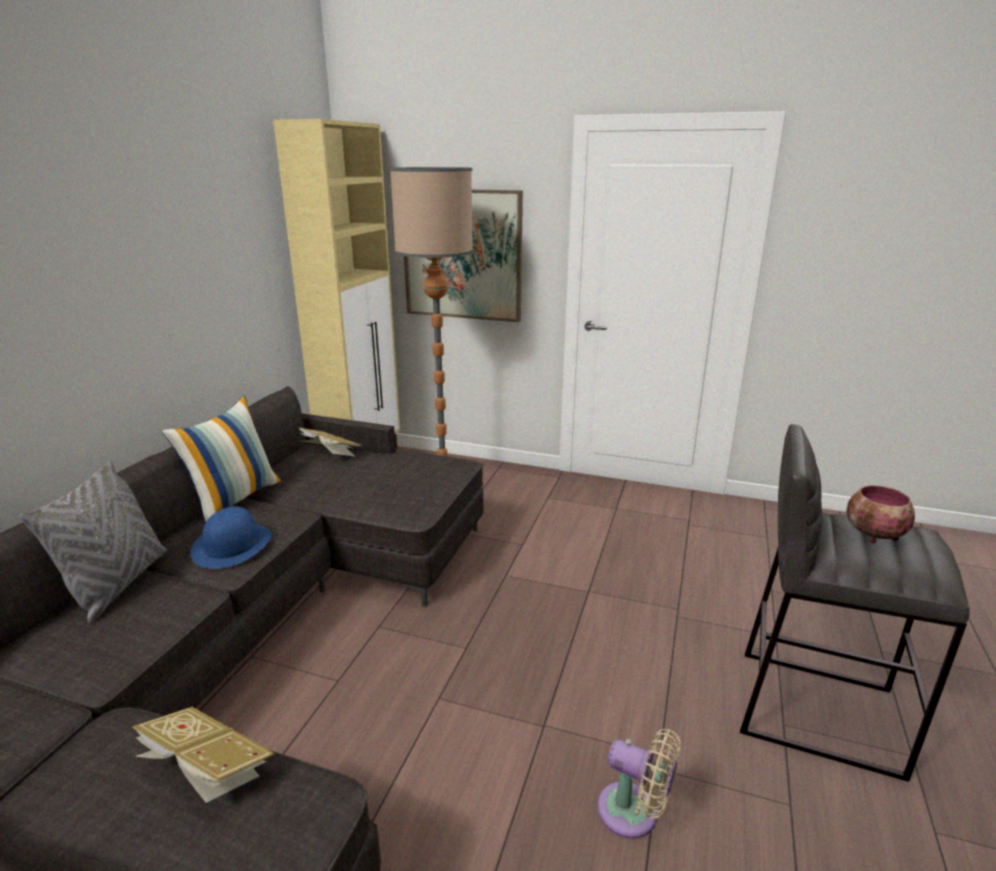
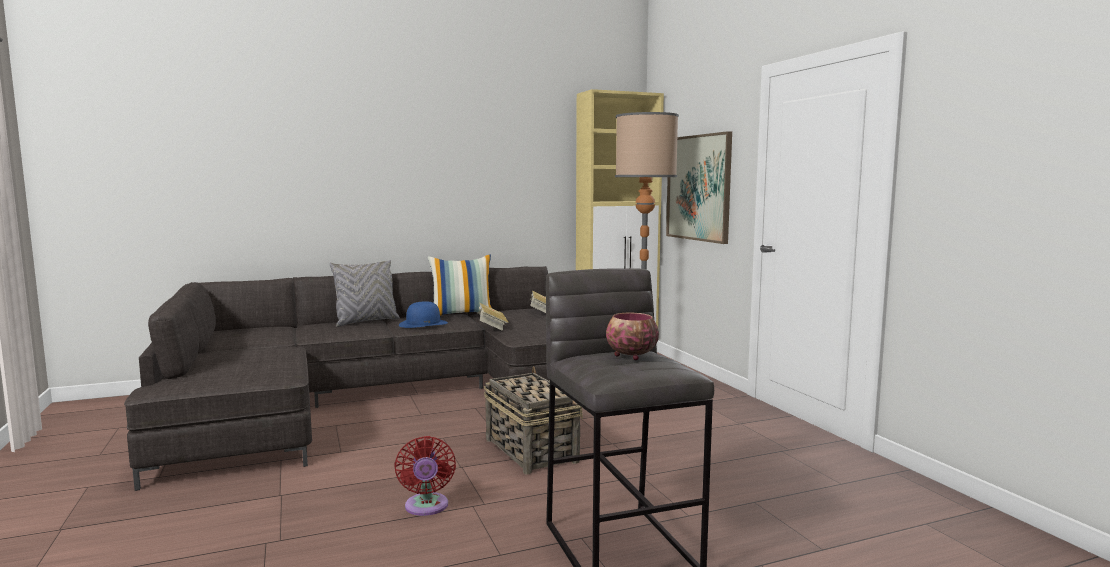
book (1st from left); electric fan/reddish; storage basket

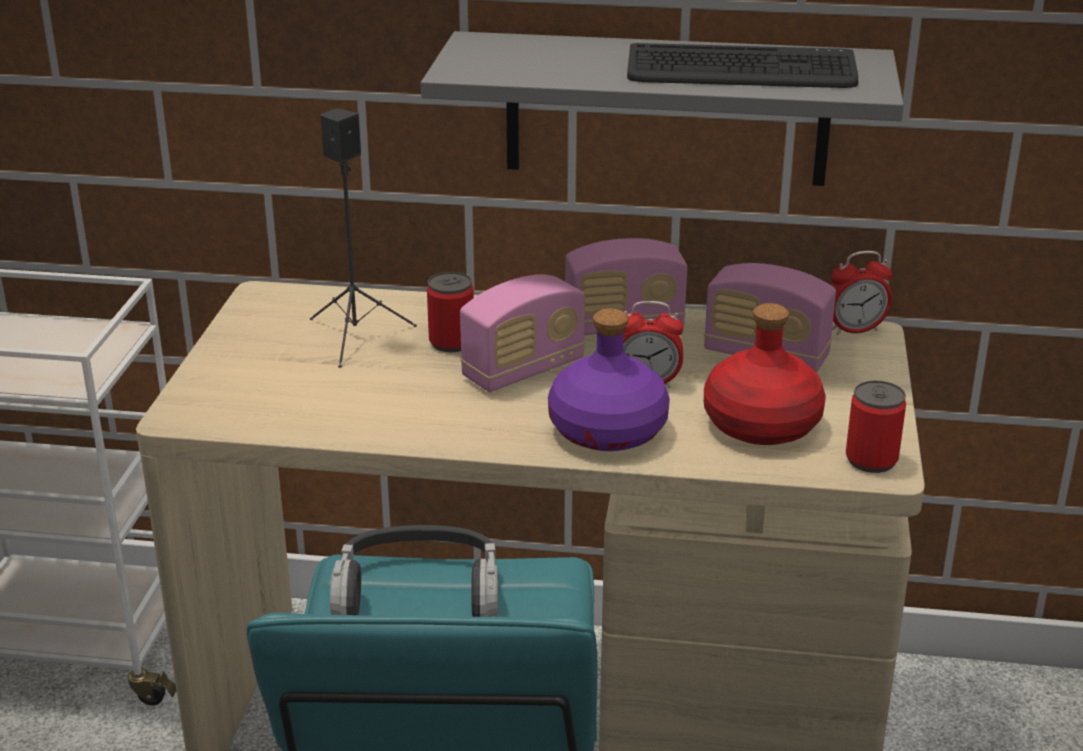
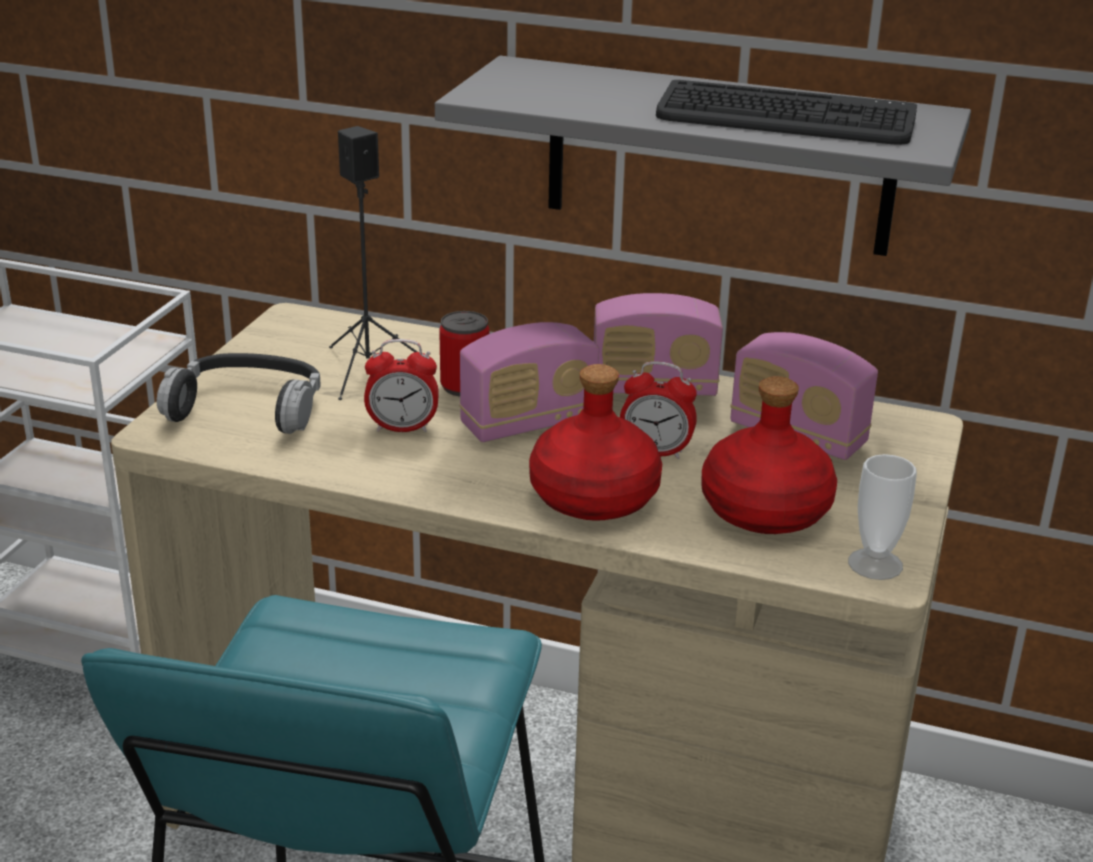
headphones; bottle/reddish (1st from left); table clock (1st from left); cup

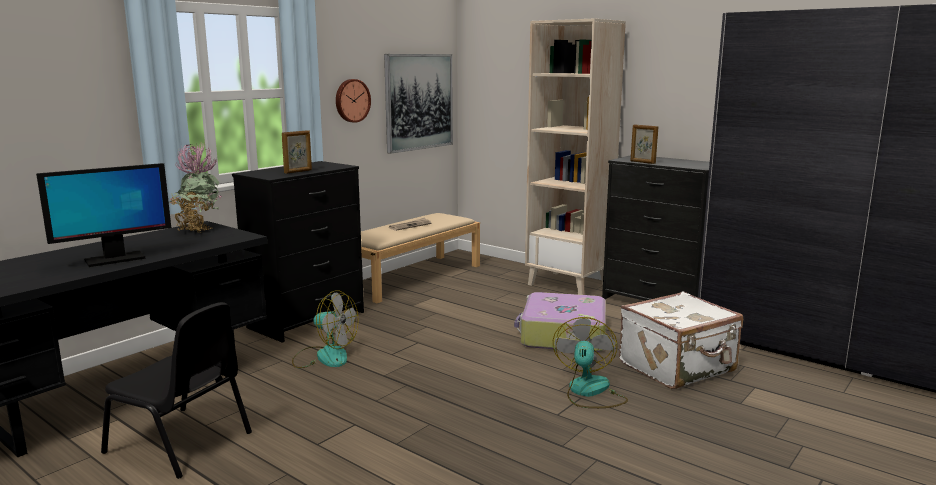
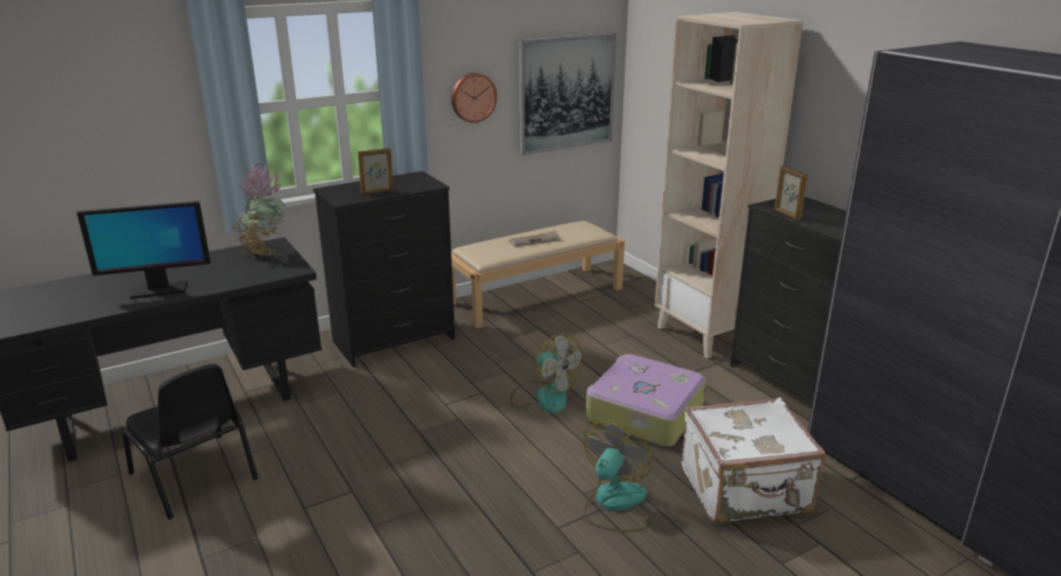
electric fan (1st from left)

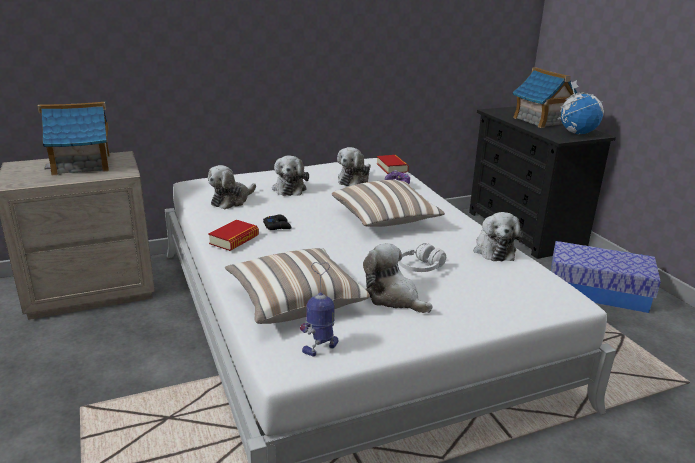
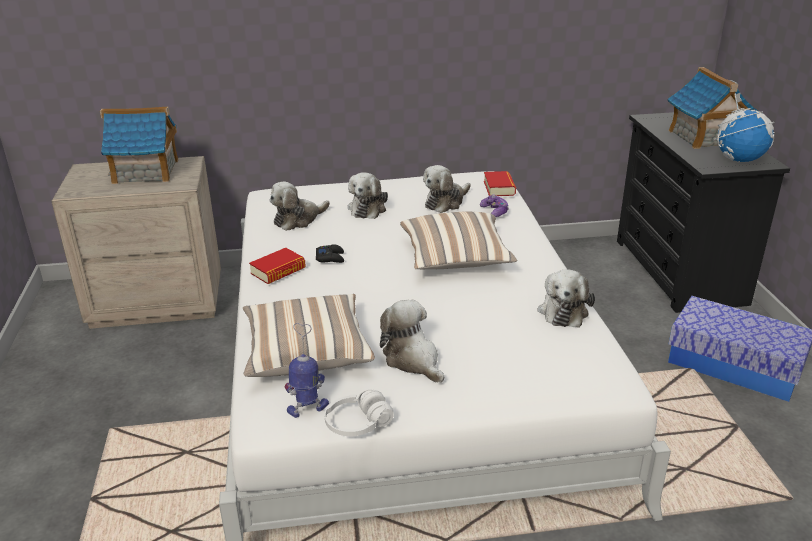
headphones/white

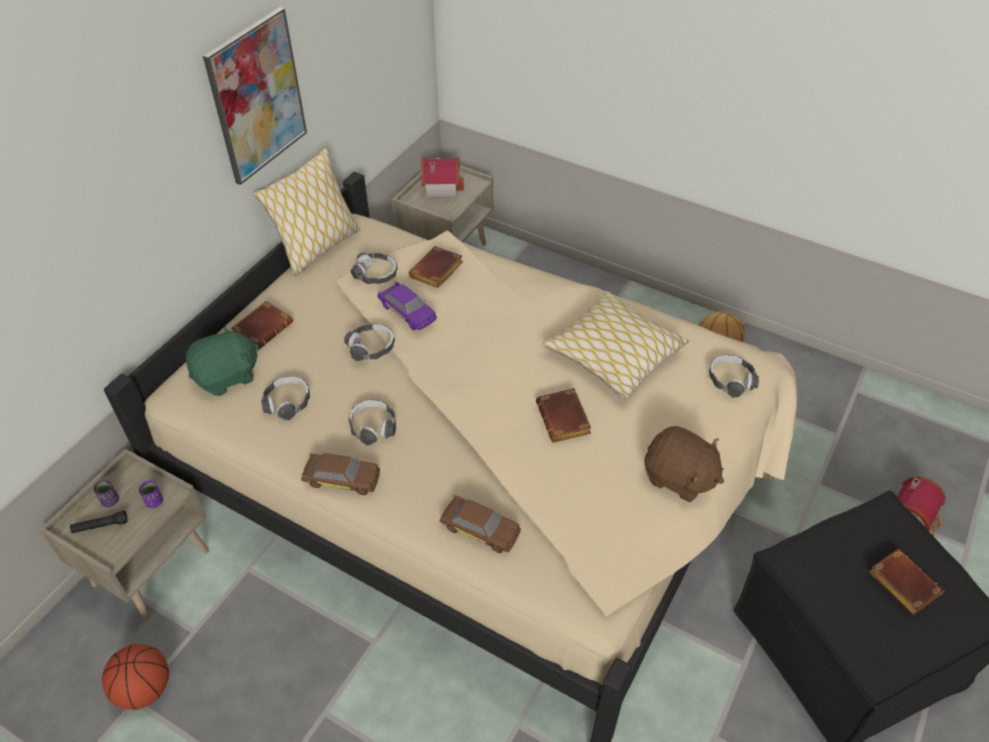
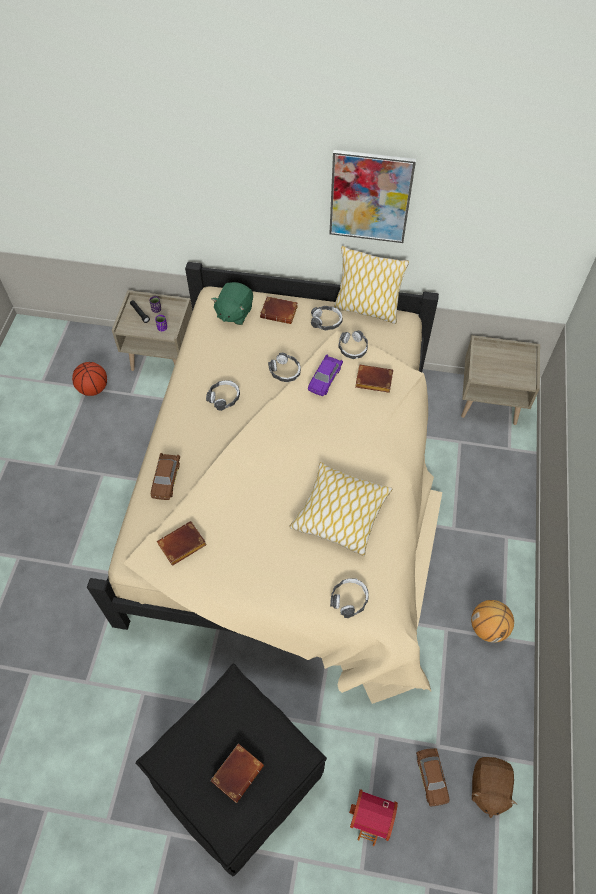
soft toy/greenish; headphones (3rd from left); miniature car/brown-coloured (2nd from left); miniature house (1st from left in the first image); book/brown-coloured (1st from left); soft toy/brown-coloured

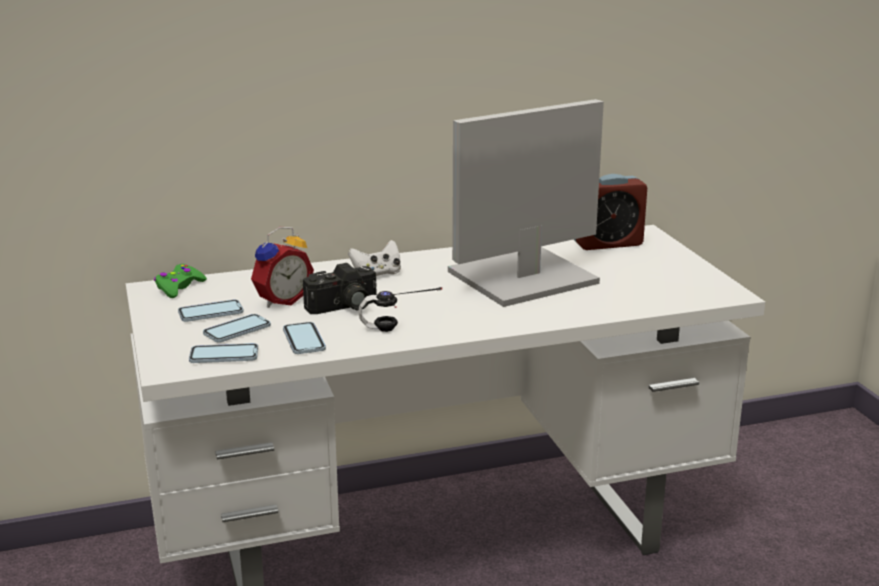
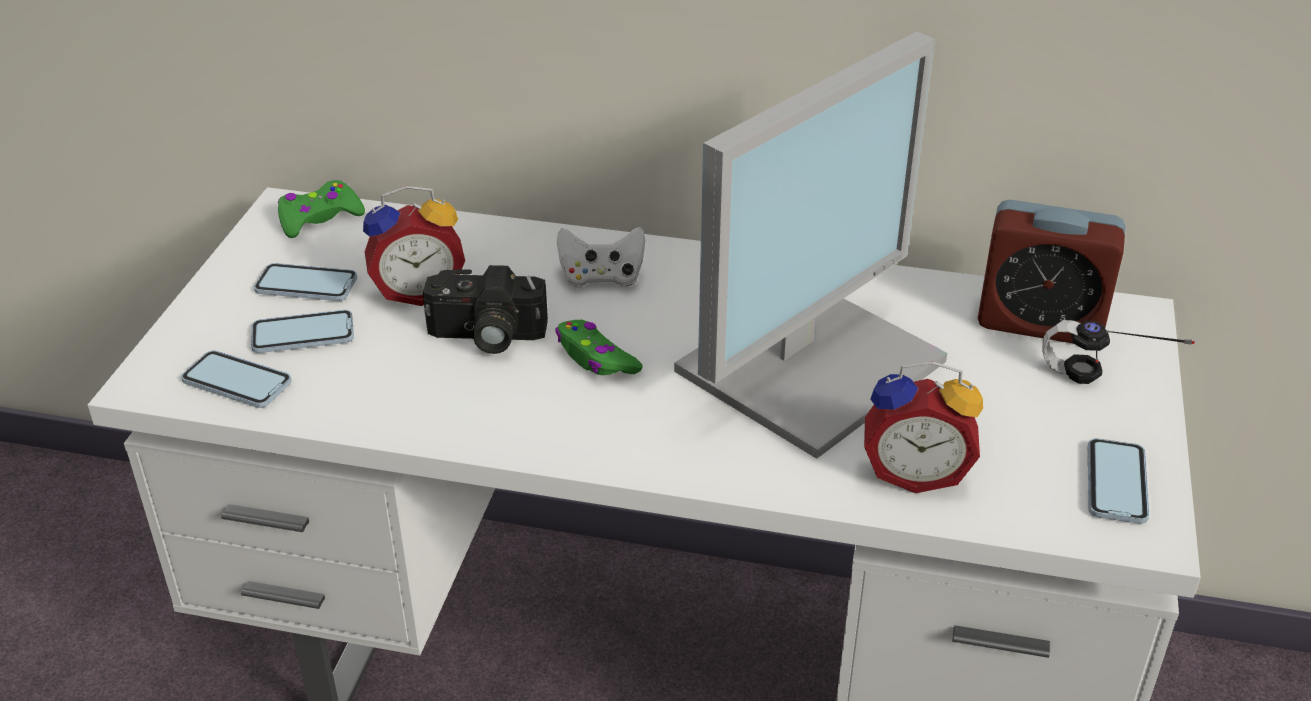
handset (4th from left); headphones; computer display; joypad/greenish (2nd from left); table clock (2nd from left)

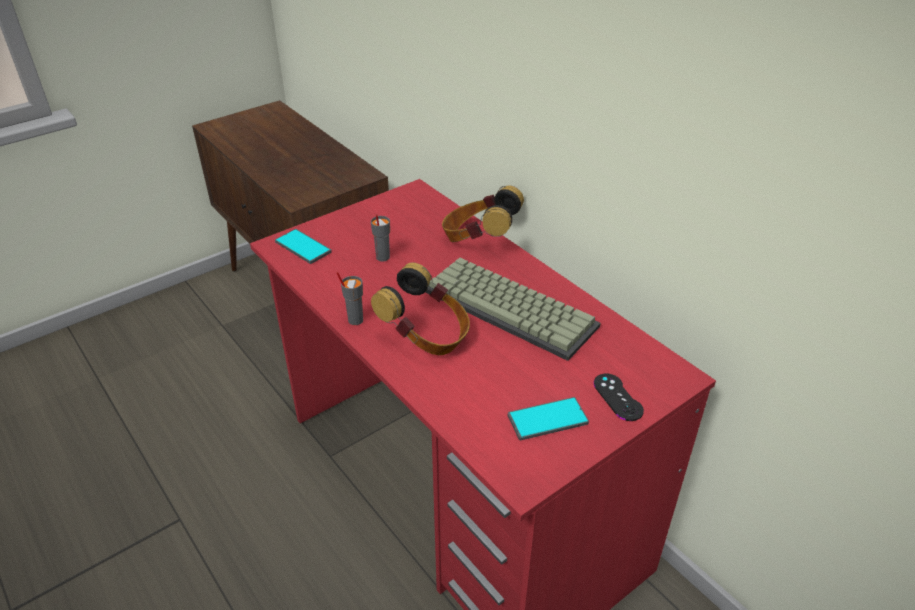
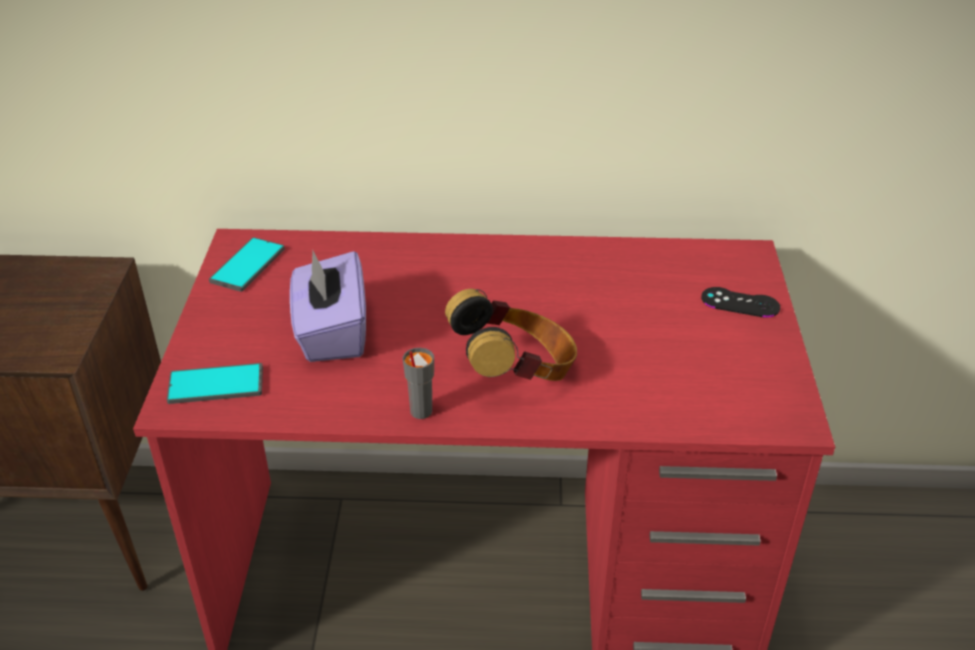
tissue box/purplish; keyboard; headphones (2nd from left in the first image); handset (2nd from left)

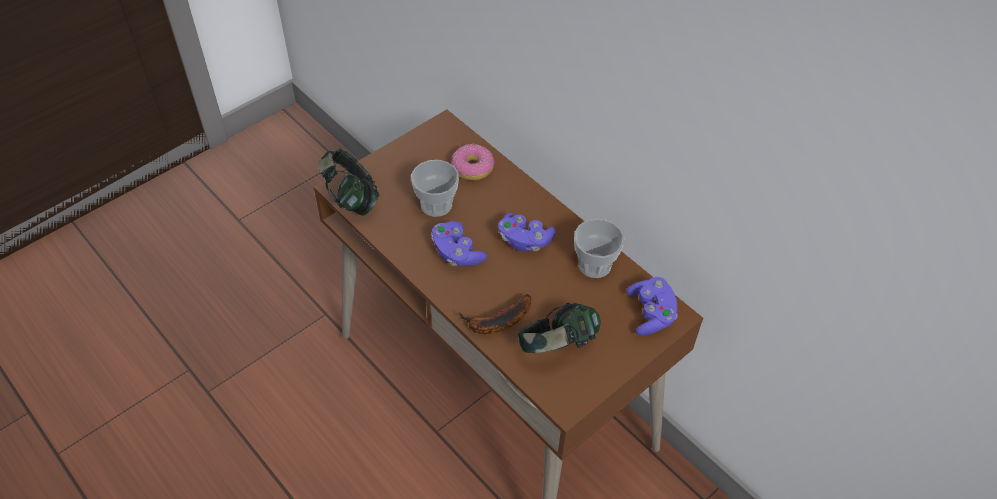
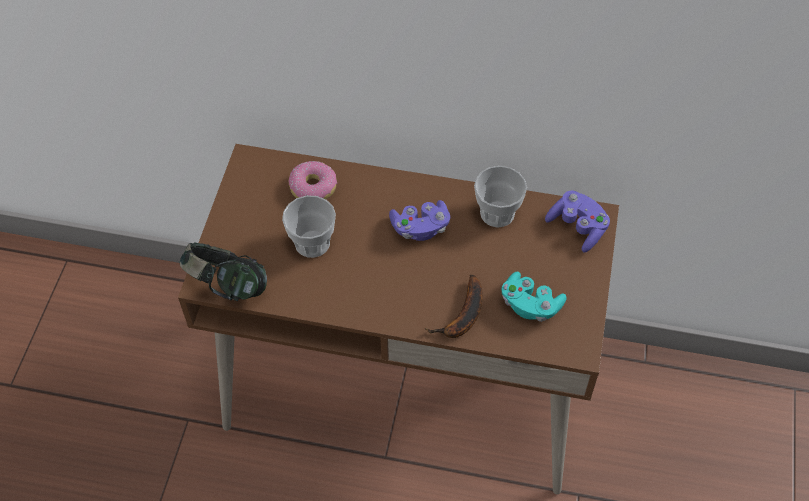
joypad/purplish (1st from left in the first image); joypad/turquoise-coloured

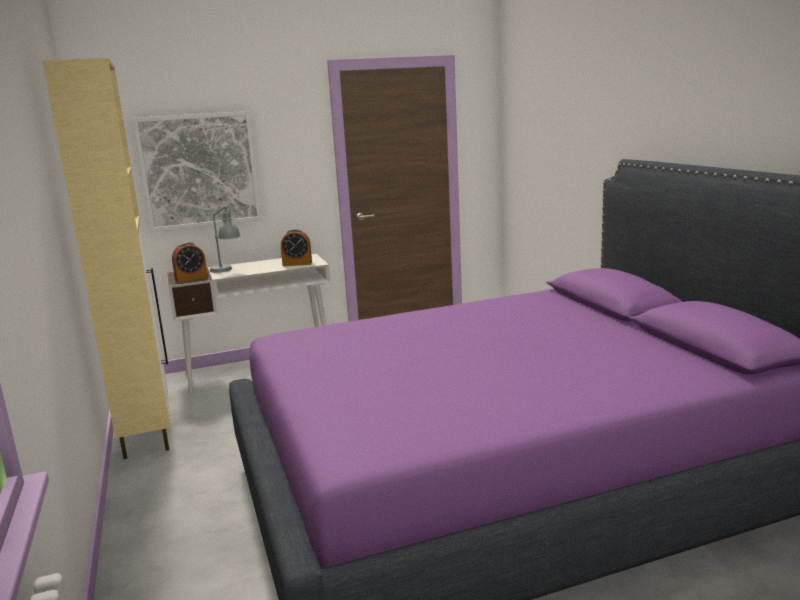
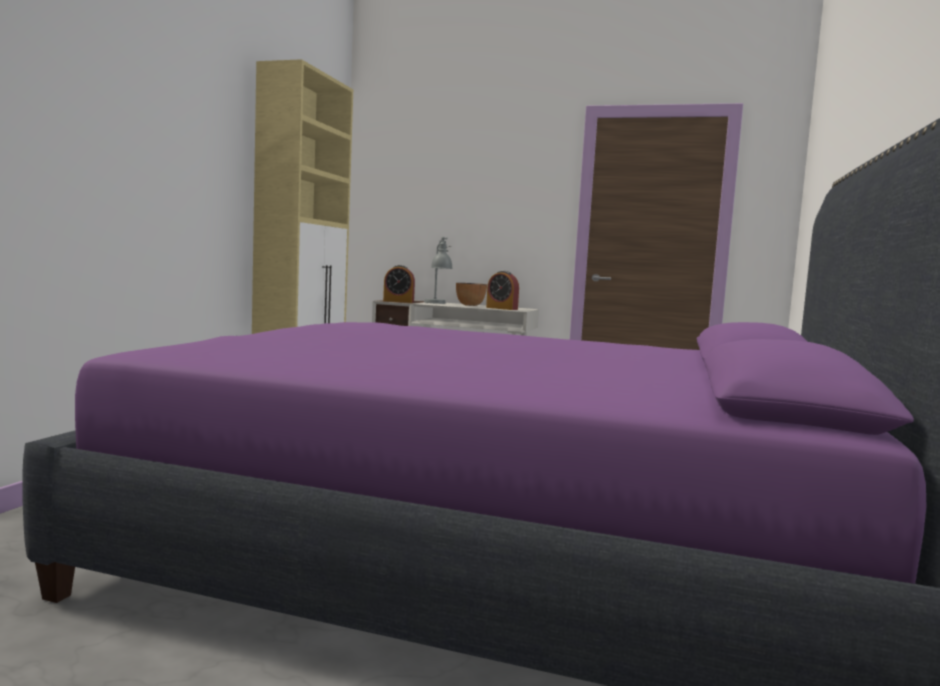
wall picture; bowl

